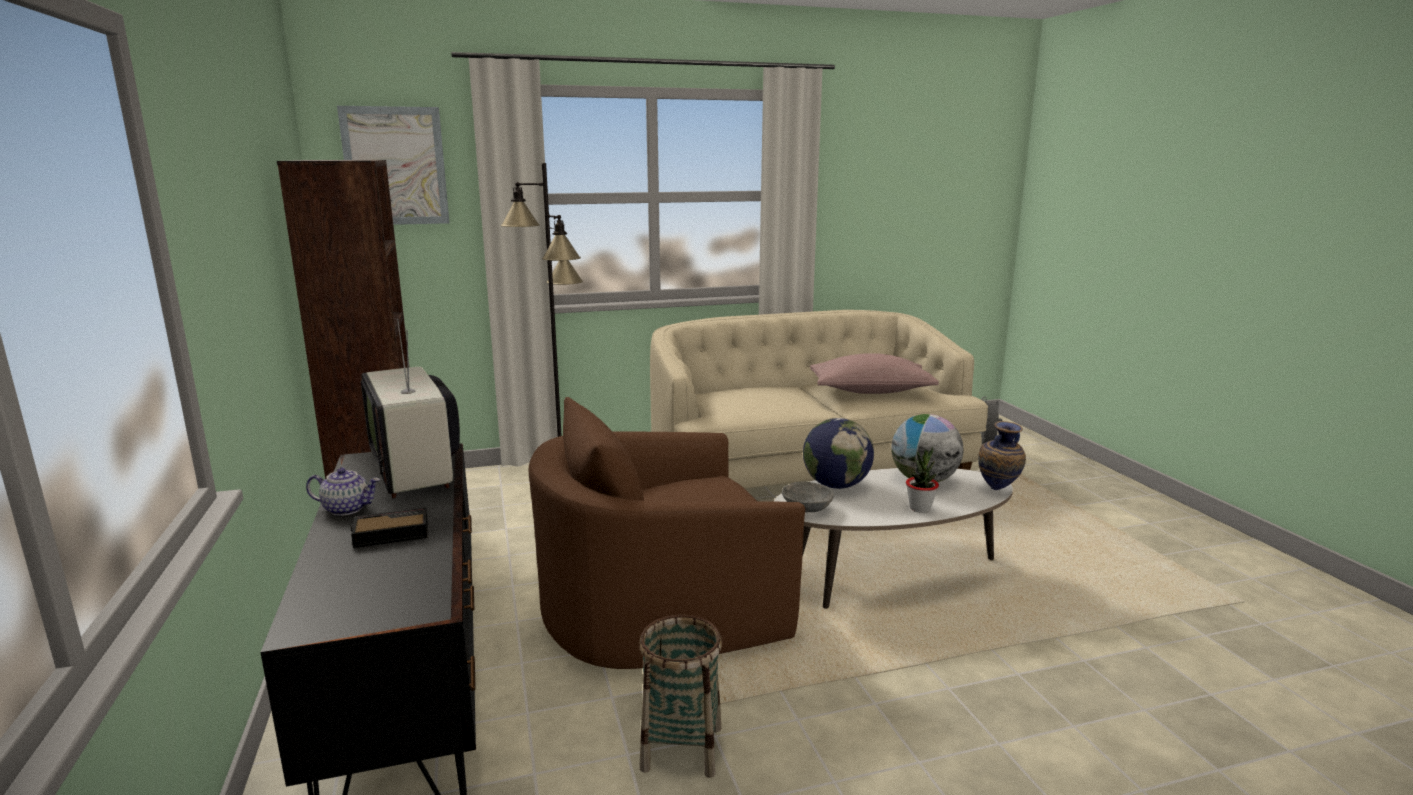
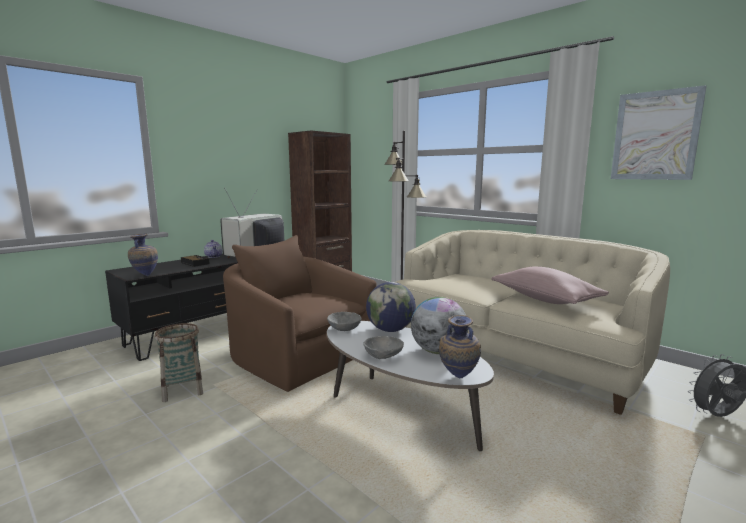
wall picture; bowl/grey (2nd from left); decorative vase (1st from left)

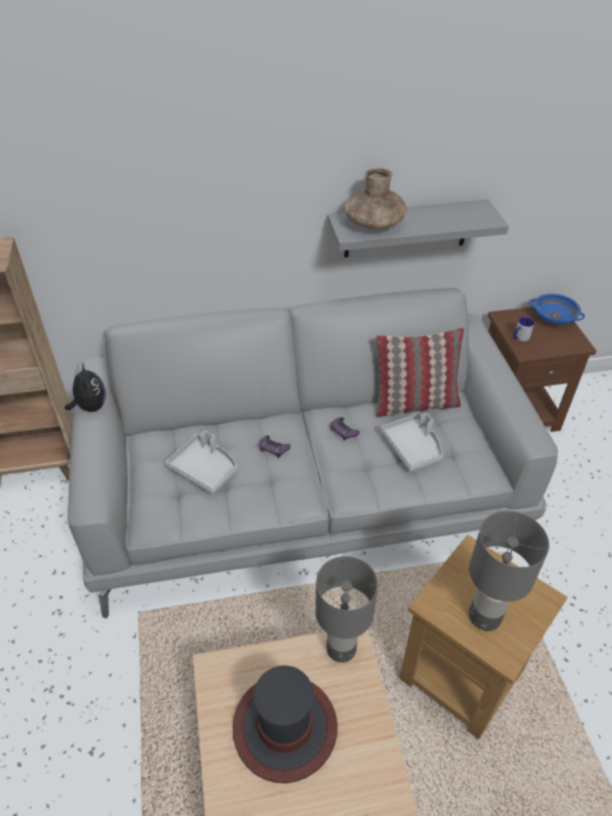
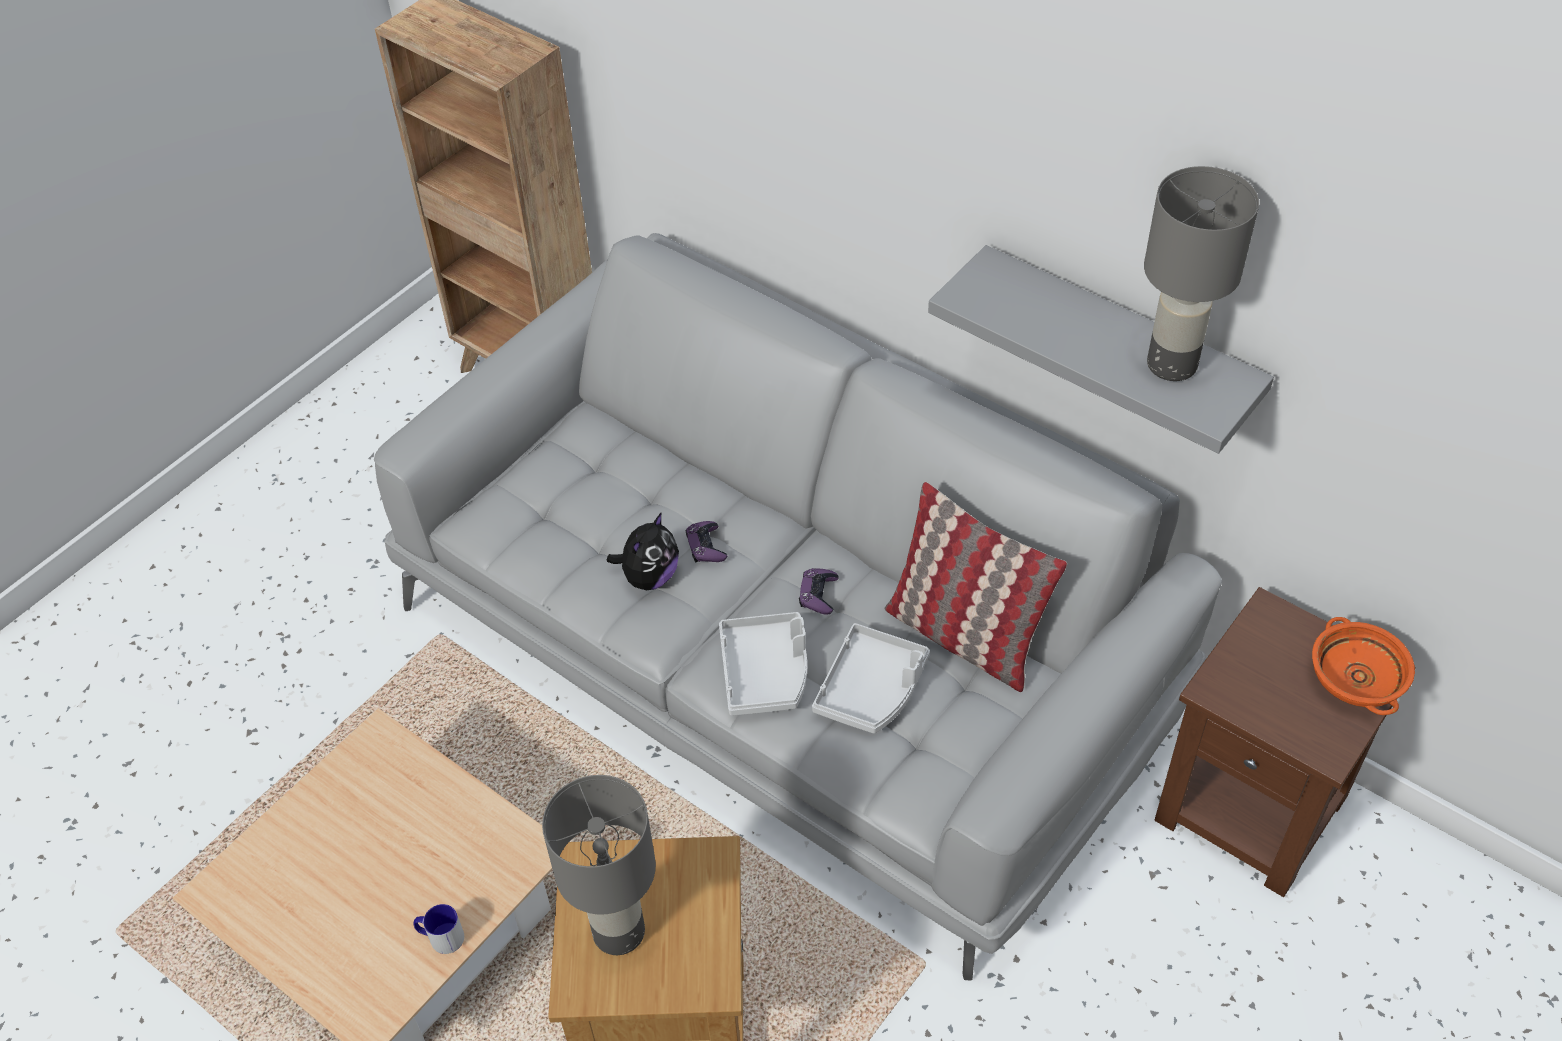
soft toy; carrying tray/grey (1st from left); clothing hat; table lamp/grey (2nd from left); decorative vase/brown-coloured; coffee mug; bowl/orange-coloured

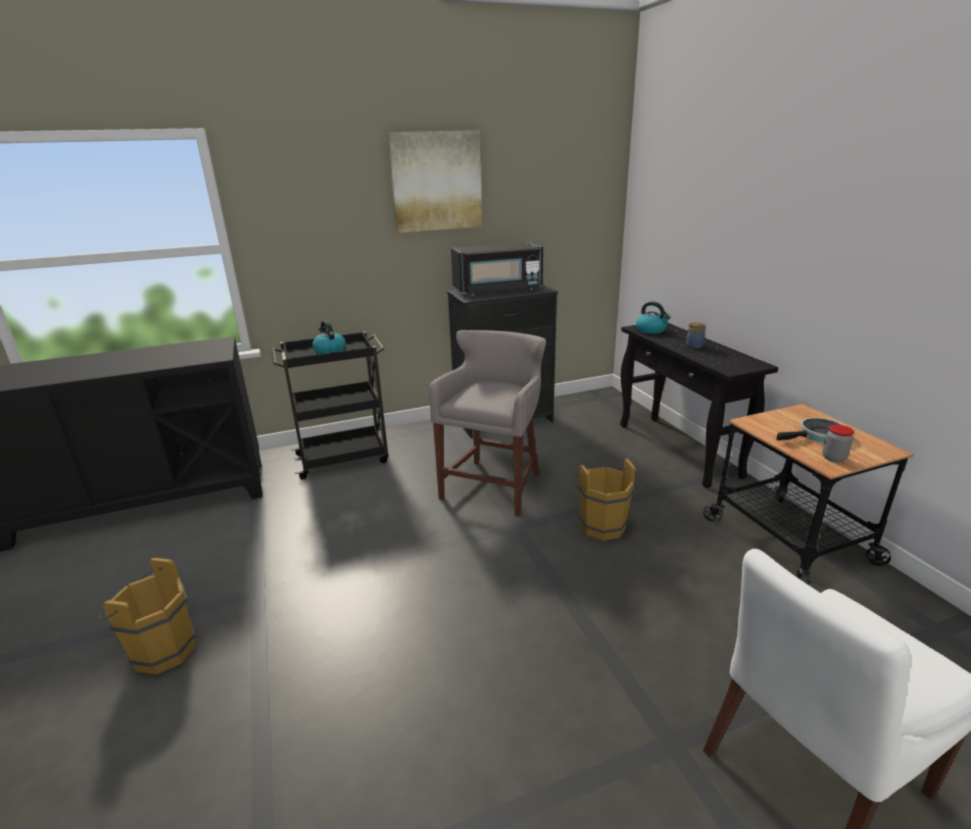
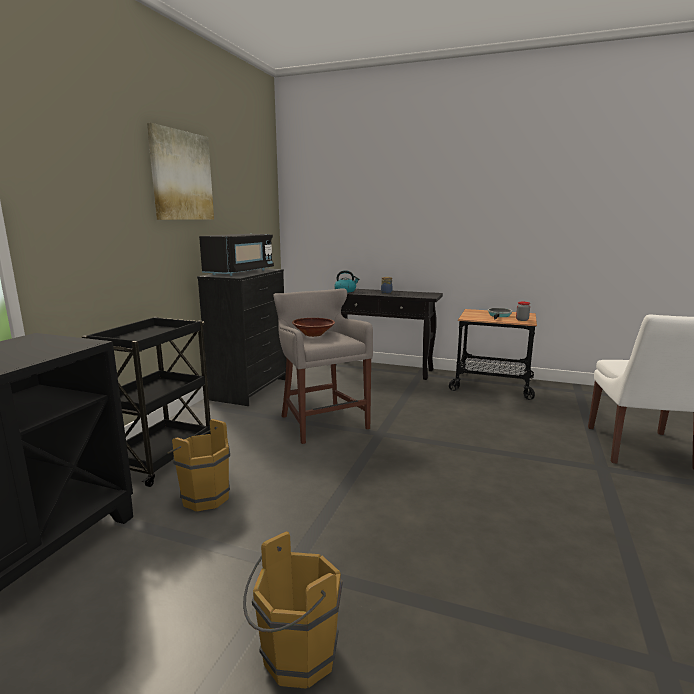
kettle (1st from left in the first image); water bucket/brown-coloured (1st from left); bowl/brown-coloured

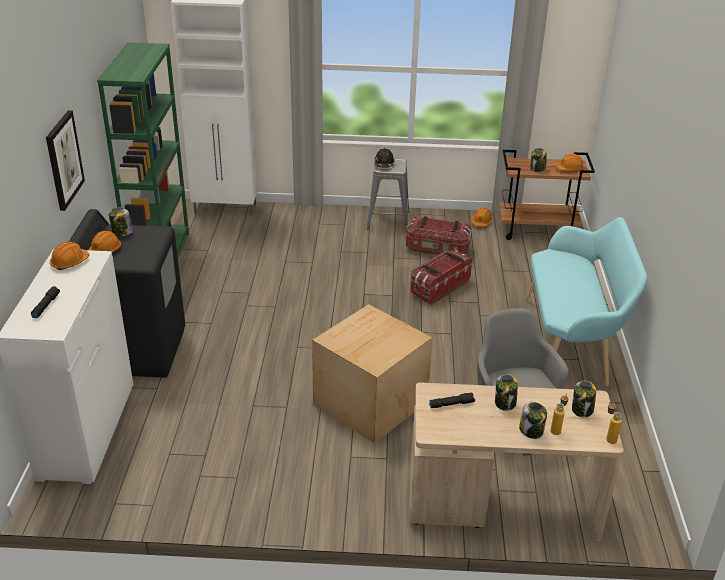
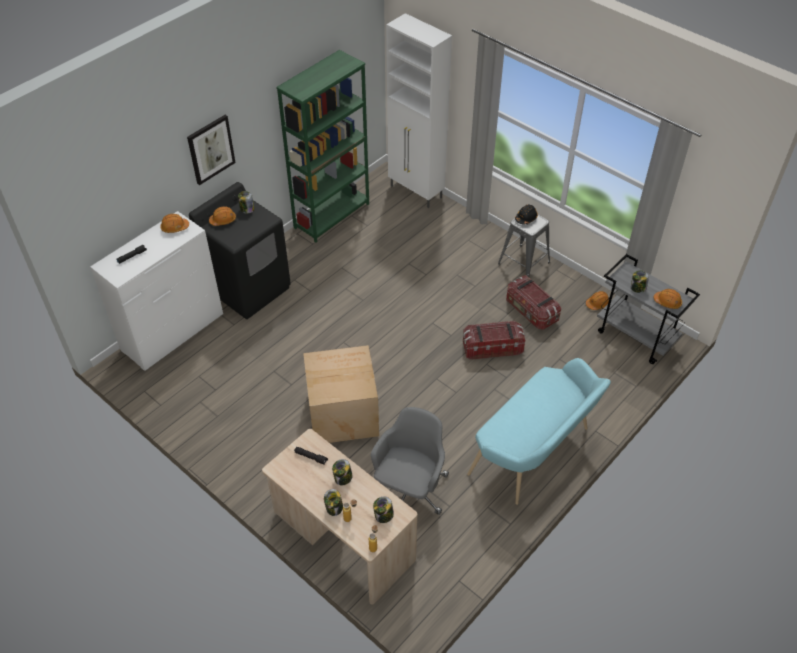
cart/grey

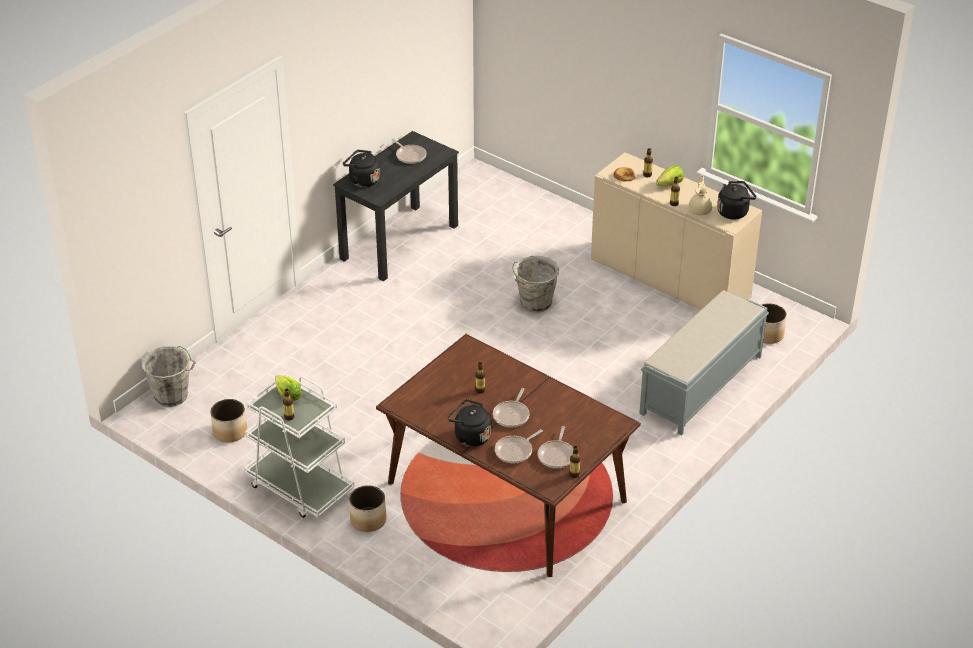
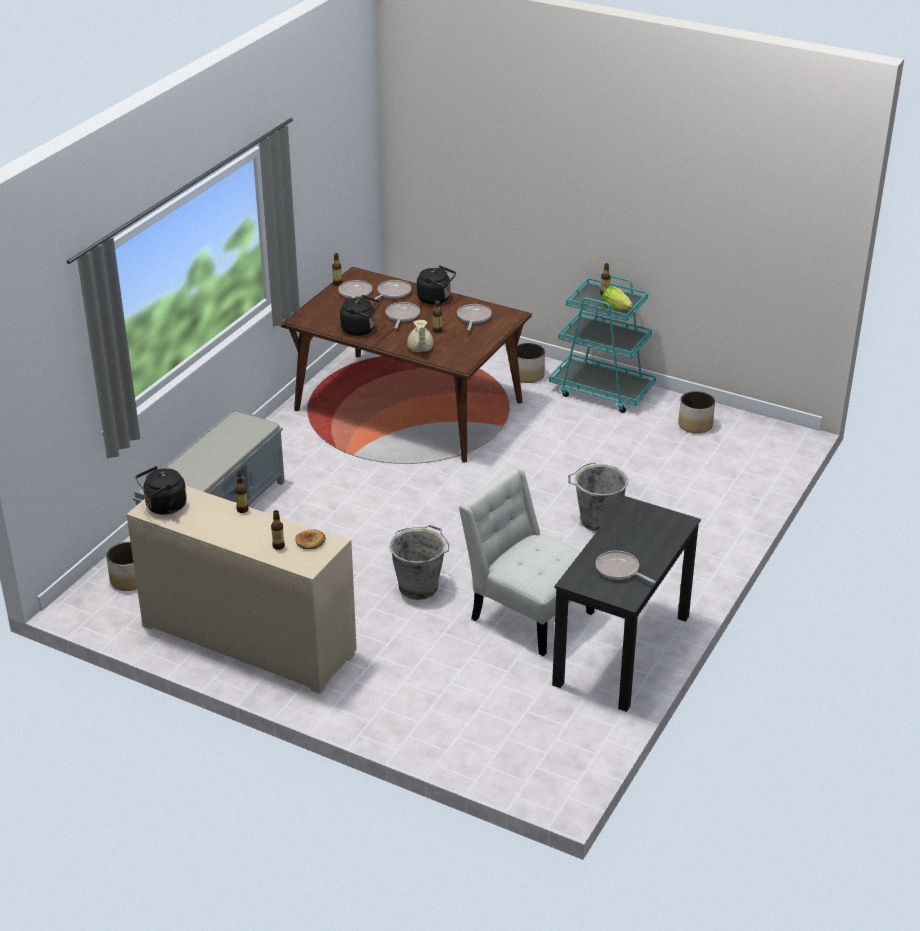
water bucket/grey (2nd from left); cart/turquoise-coloured; kettle/black-coloured (2nd from left); lettuce (2nd from left in the first image); tea pot/beige-coloured; pan (4th from left); upright chair/white

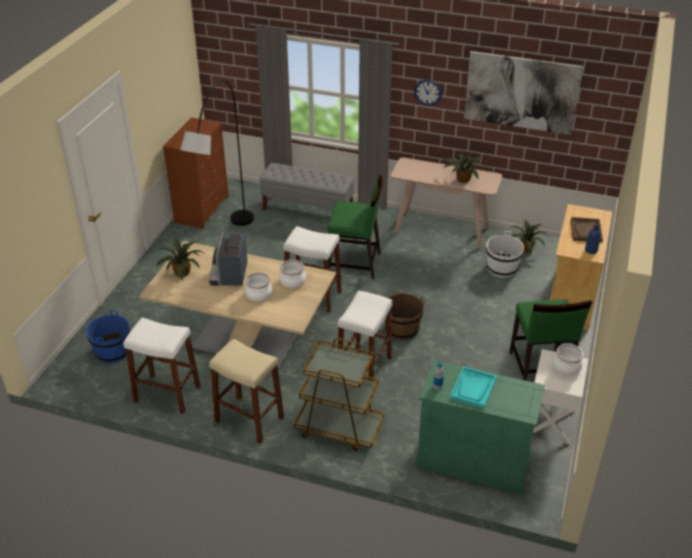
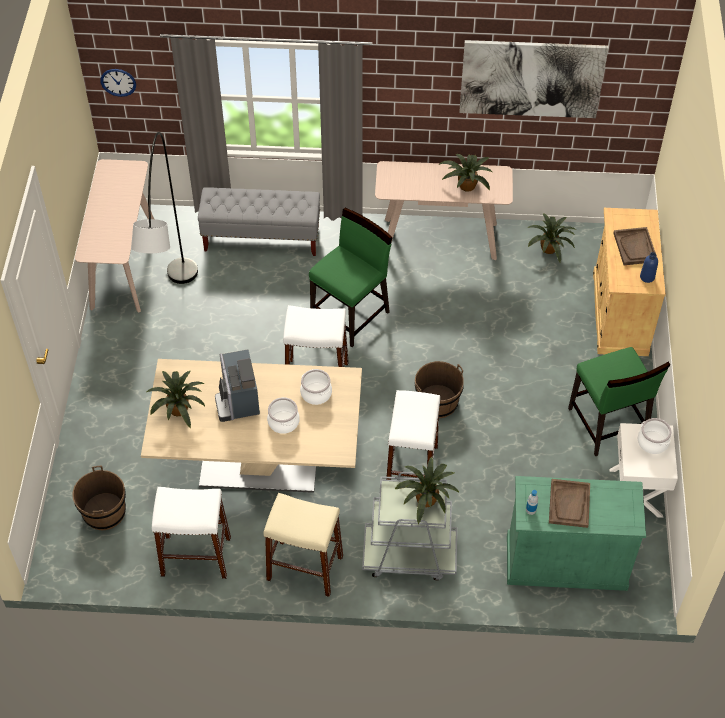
water bucket/brown-coloured (1st from left); hall table/beige-coloured (1st from left); cart/grey; upright chair/greenish (1st from left); wall clock; carrying tray/brown-coloured (1st from left); water bucket/white; houseplant (2nd from left)

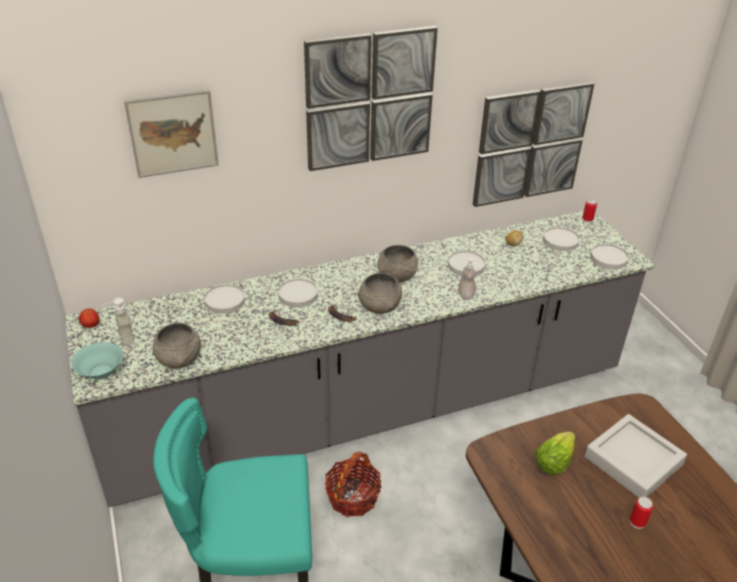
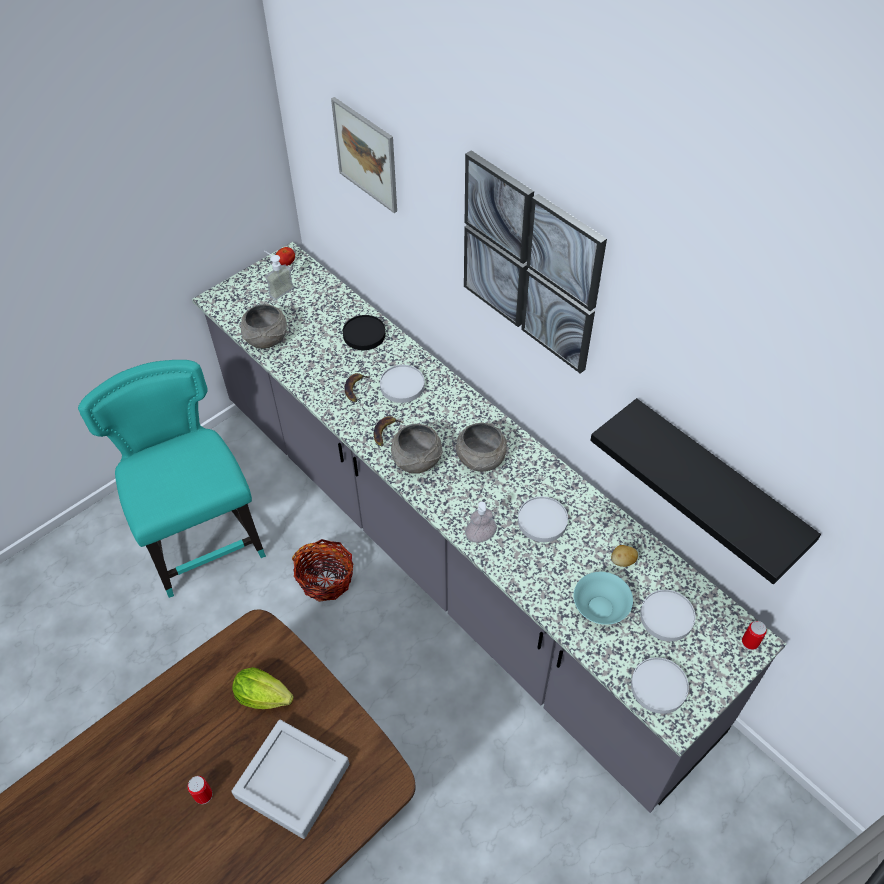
bowl/turquoise-coloured; plate/black-coloured; bracket shelf/black-coloured

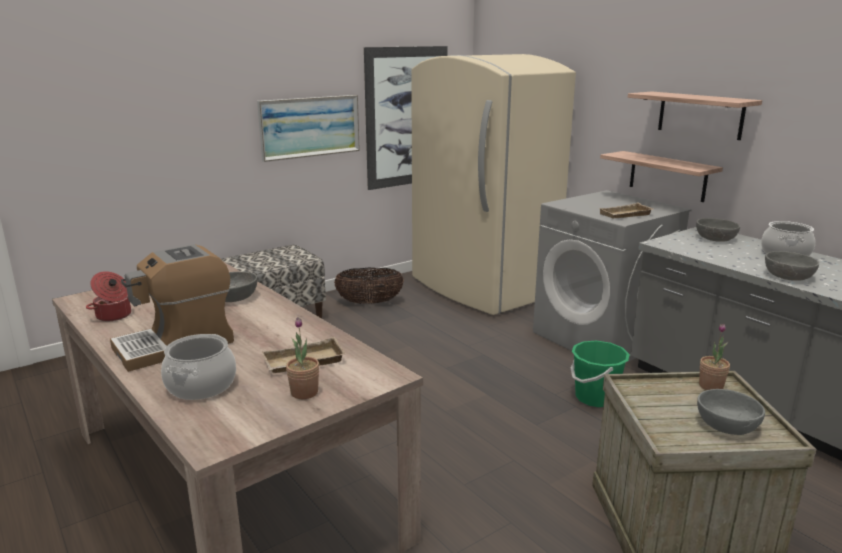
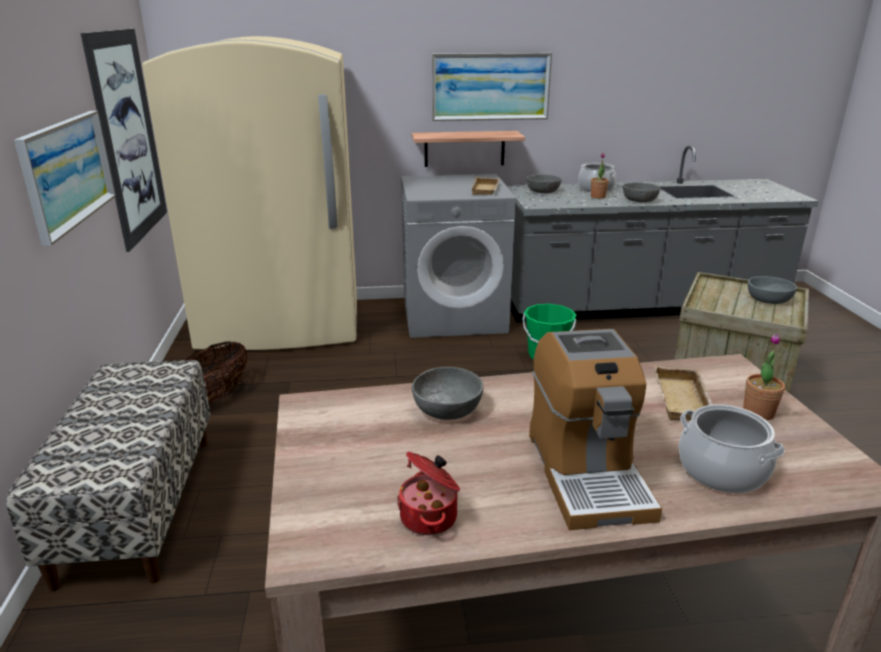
wall picture (3rd from left); houseplant (1st from left)

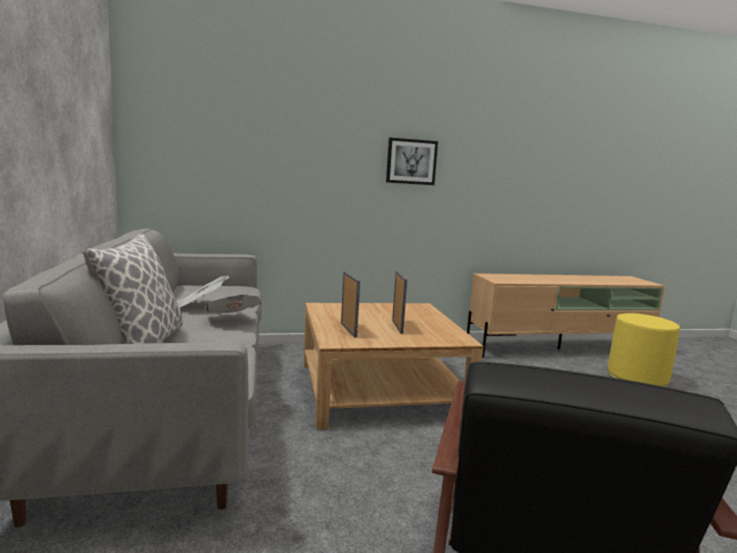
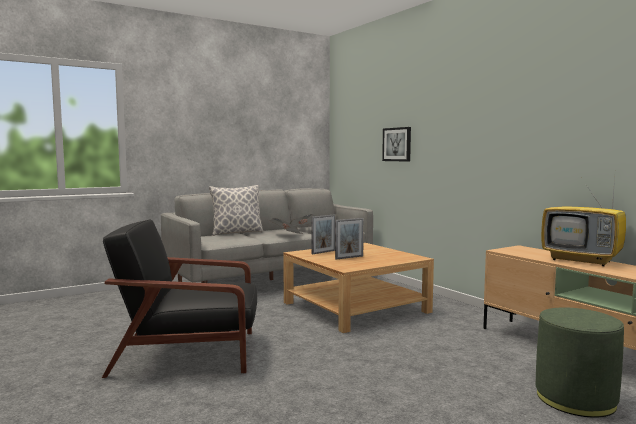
wall picture; footrest/greenish; television

